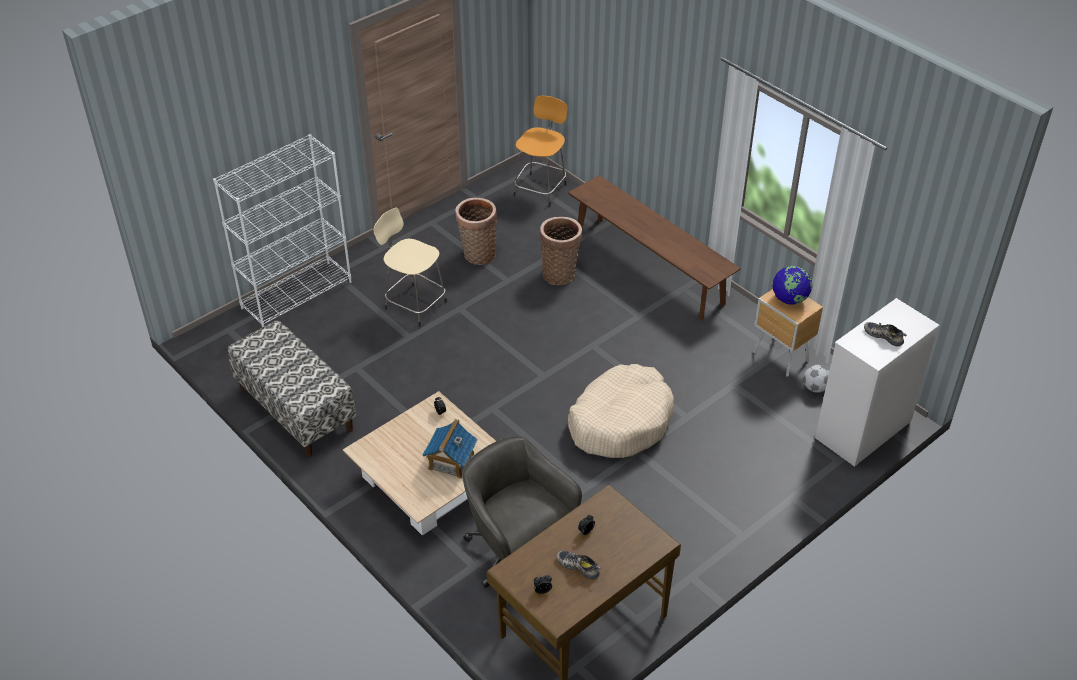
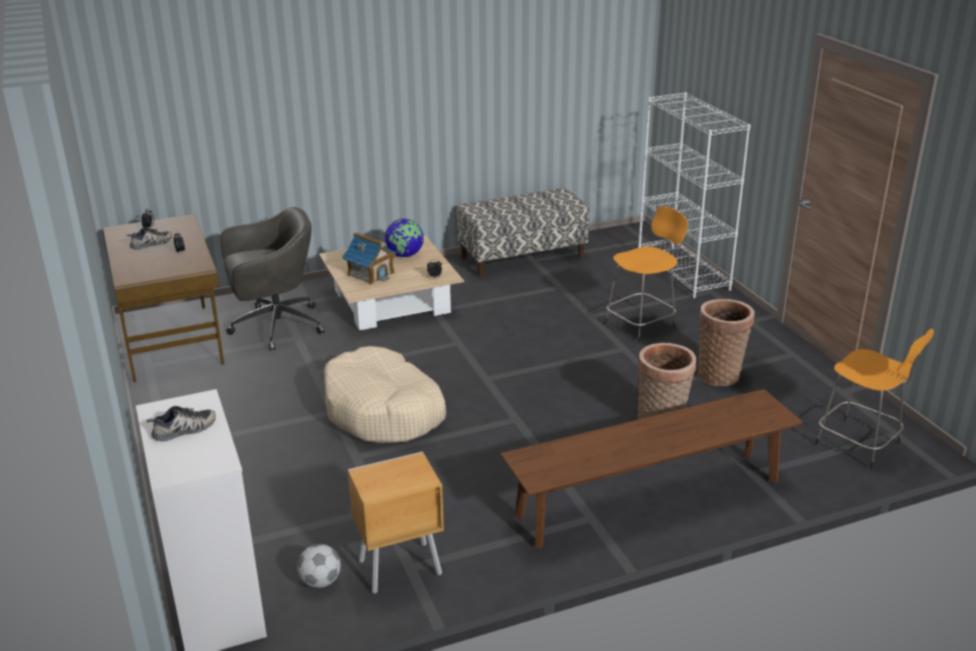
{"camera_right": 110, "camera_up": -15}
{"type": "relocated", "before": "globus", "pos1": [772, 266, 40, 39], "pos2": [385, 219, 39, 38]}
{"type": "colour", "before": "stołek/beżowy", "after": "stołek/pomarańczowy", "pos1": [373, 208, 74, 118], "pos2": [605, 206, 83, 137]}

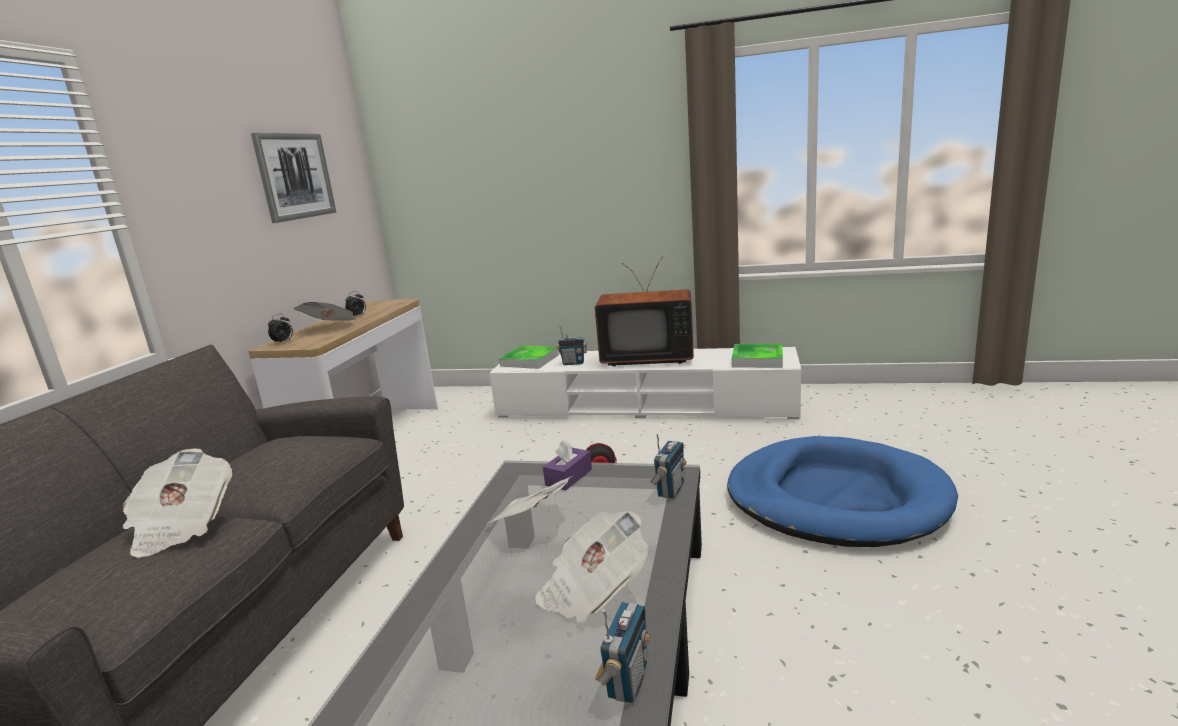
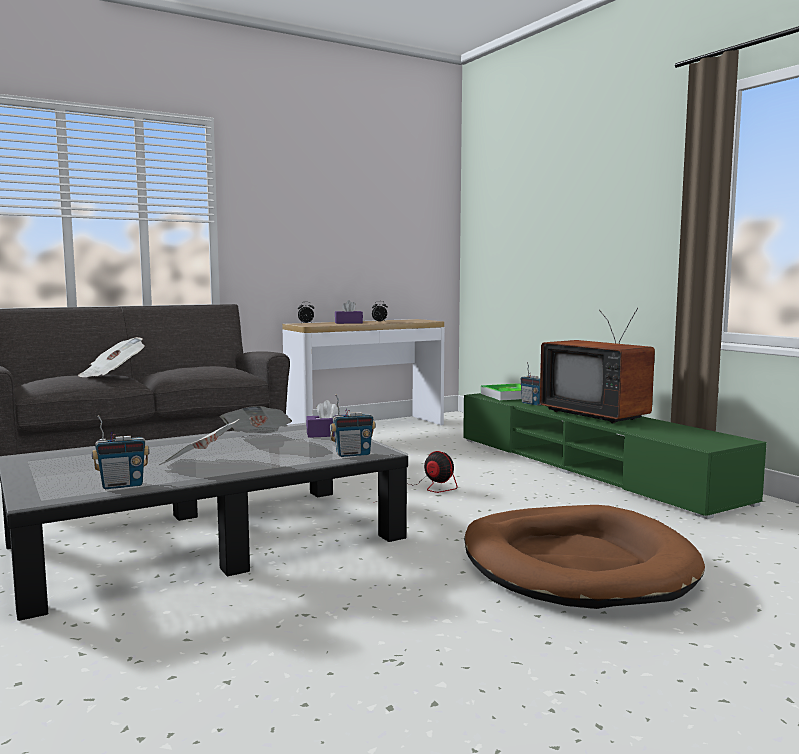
{"camera_right": 45, "camera_up": -10}
{"type": "missing", "before": "obraz", "pos1": [251, 133, 85, 90]}
{"type": "missing", "before": "taca", "pos1": [731, 344, 52, 24]}
{"type": "exchanged", "before": "gazeta", "after": "pudełko chusteczek/fioletowy", "pos1": [294, 302, 62, 19], "pos2": [335, 300, 28, 24]}
{"type": "colour", "before": "szafka pod telewizor/biały", "after": "szafka pod telewizor/zielony", "pos1": [489, 347, 312, 72], "pos2": [463, 393, 304, 126]}
{"type": "colour", "before": "legowisko/niebieski", "after": "legowisko/brązowy", "pos1": [727, 436, 231, 111], "pos2": [464, 505, 241, 104]}

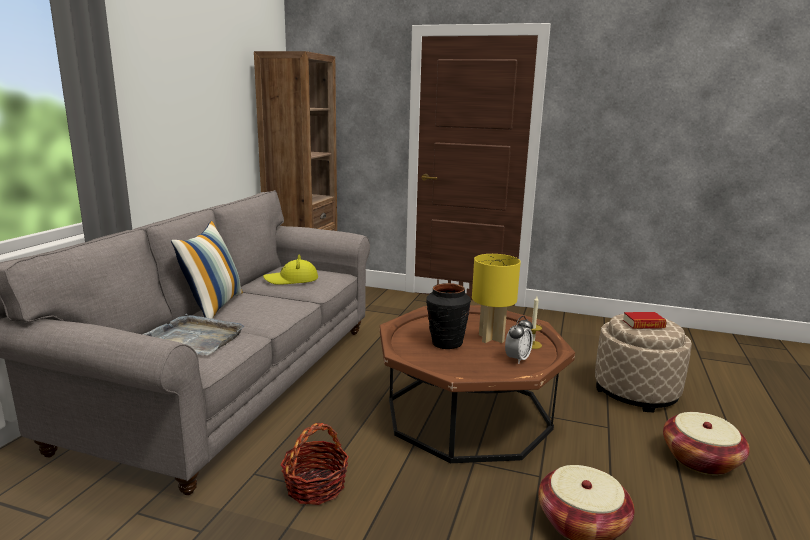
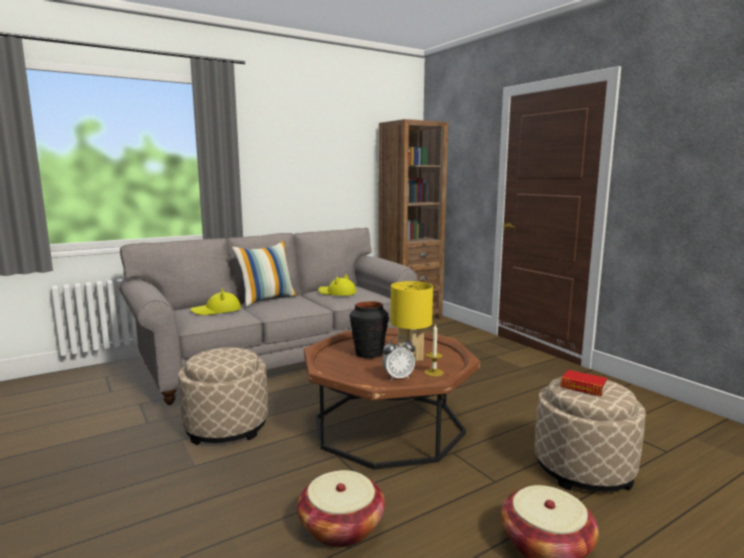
{"camera_right": 40, "camera_up": -5}
{"type": "exchanged", "before": "taca/szary", "after": "kapelusz/żółty", "pos1": [143, 314, 101, 41], "pos2": [190, 288, 51, 27]}
{"type": "exchanged", "before": "koszyk", "after": "pufa/beżowy", "pos1": [280, 423, 69, 82], "pos2": [178, 347, 90, 98]}

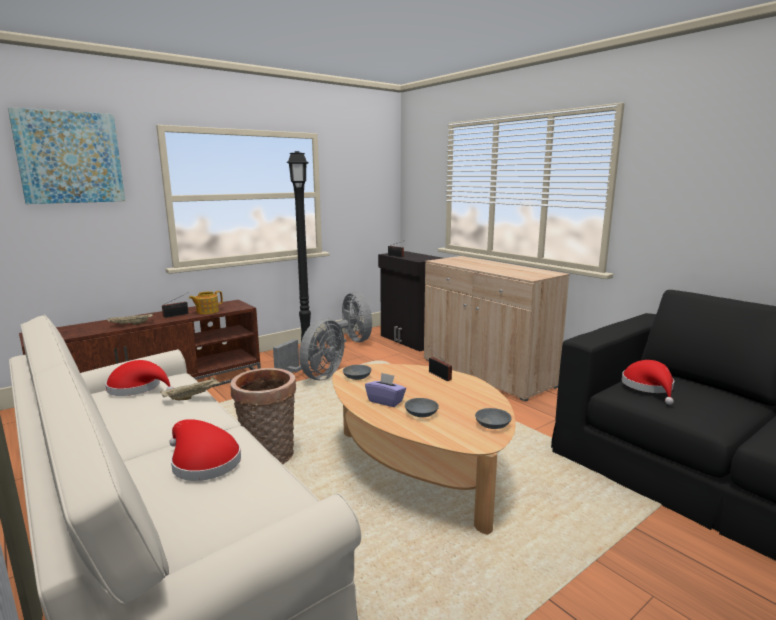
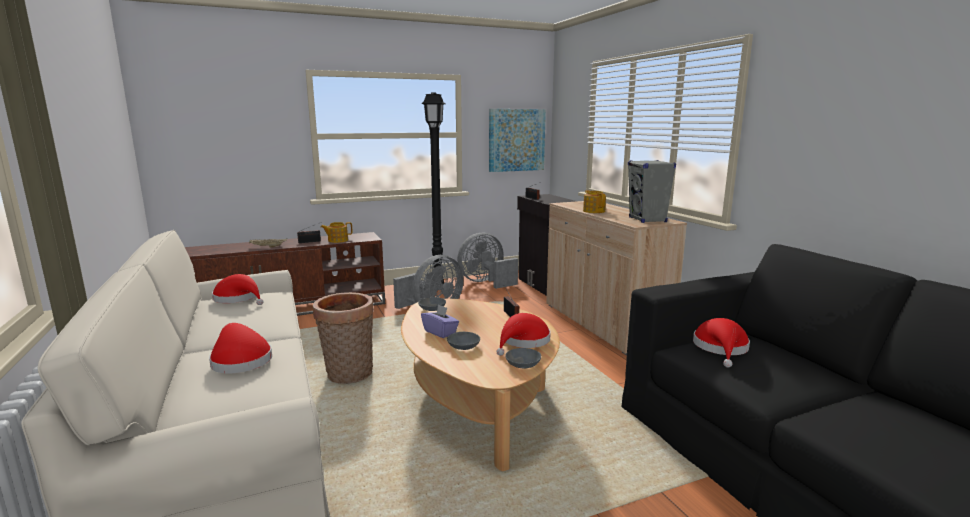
{"camera_right": 15, "camera_up": 0}
{"type": "missing", "before": "taca/beżowy", "pos1": [160, 377, 62, 23]}
{"type": "appeared", "after": "kapelusz/czerwony", "pos2": [496, 313, 55, 43]}
{"type": "appeared", "after": "imbryk", "pos2": [583, 190, 23, 23]}
{"type": "appeared", "after": "głośnik/szary", "pos2": [628, 160, 48, 63]}
{"type": "relocated", "before": "obraz", "pos1": [8, 107, 117, 97], "pos2": [489, 109, 57, 63]}
{"type": "spun", "before": "wentylator/szary", "pos1": [325, 292, 47, 55], "pos2": [458, 233, 60, 56], "turn": -105}

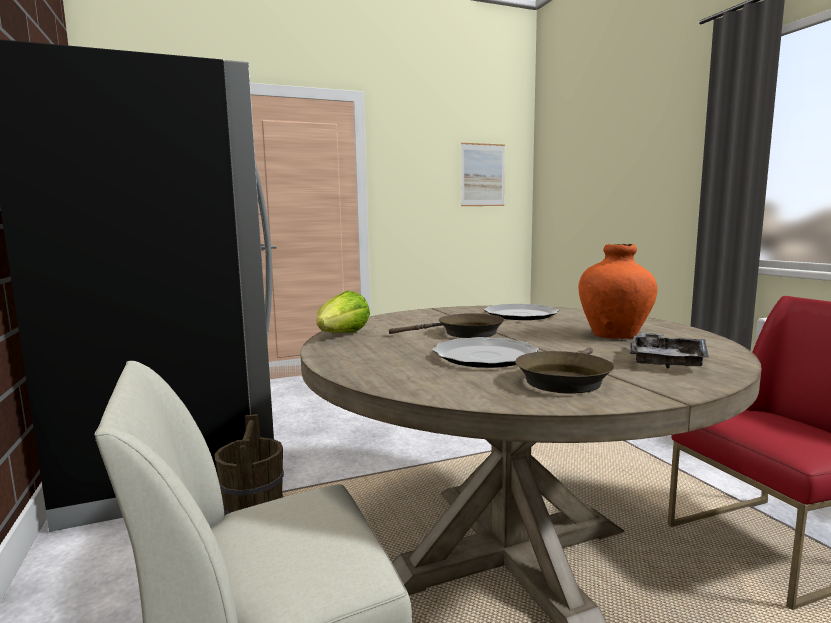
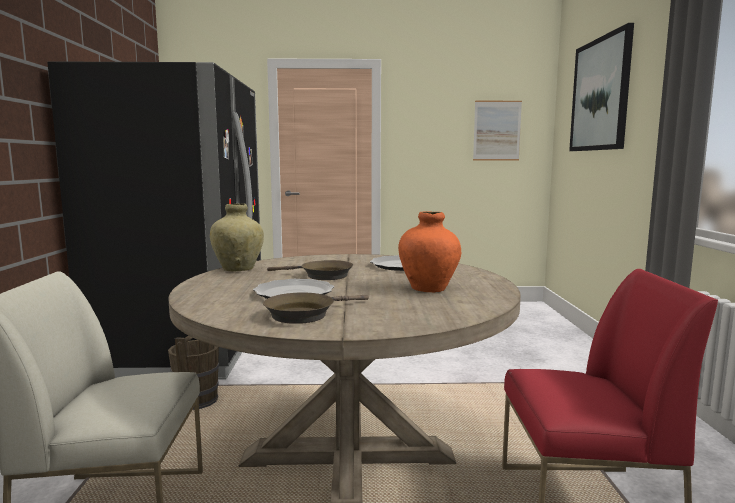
{"camera_right": 20, "camera_up": 0}
{"type": "missing", "before": "taca/szary", "pos1": [630, 332, 79, 36]}
{"type": "appeared", "after": "obraz", "pos2": [569, 23, 65, 128]}
{"type": "exchanged", "before": "sałata", "after": "wazon/beżowy", "pos1": [317, 291, 53, 42], "pos2": [210, 203, 54, 68]}

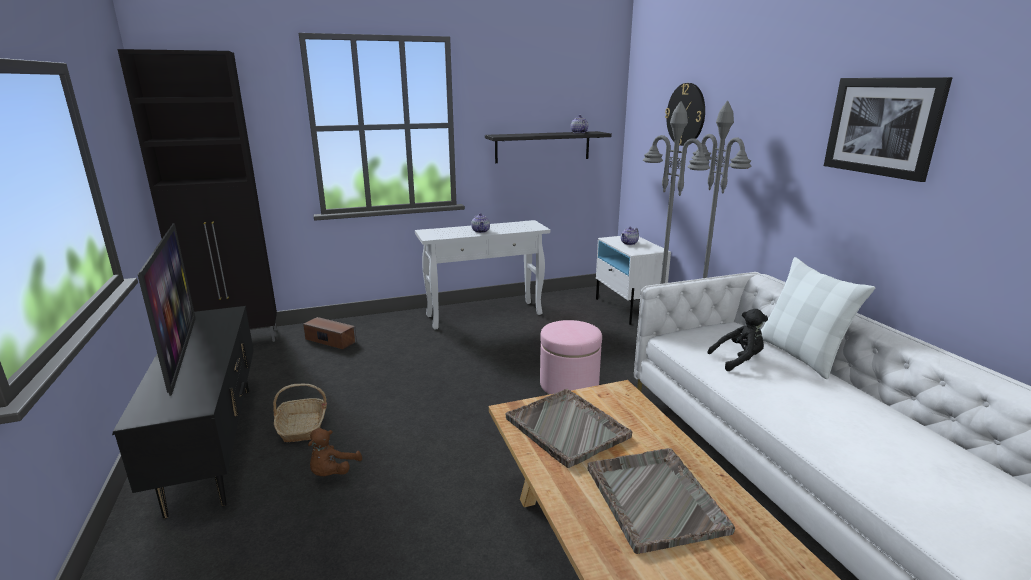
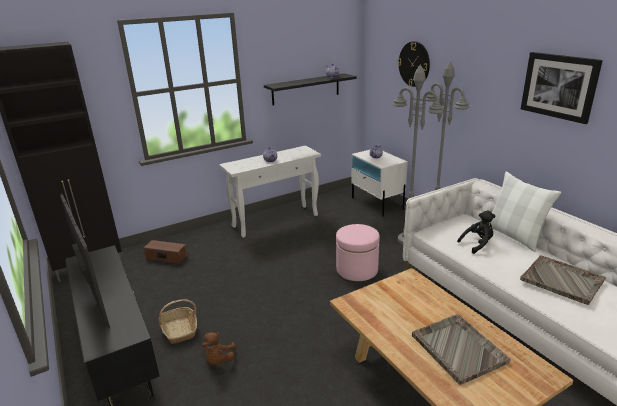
{"camera_right": -10, "camera_up": 5}
{"type": "relocated", "before": "taca/szary", "pos1": [506, 389, 126, 79], "pos2": [520, 255, 86, 50]}

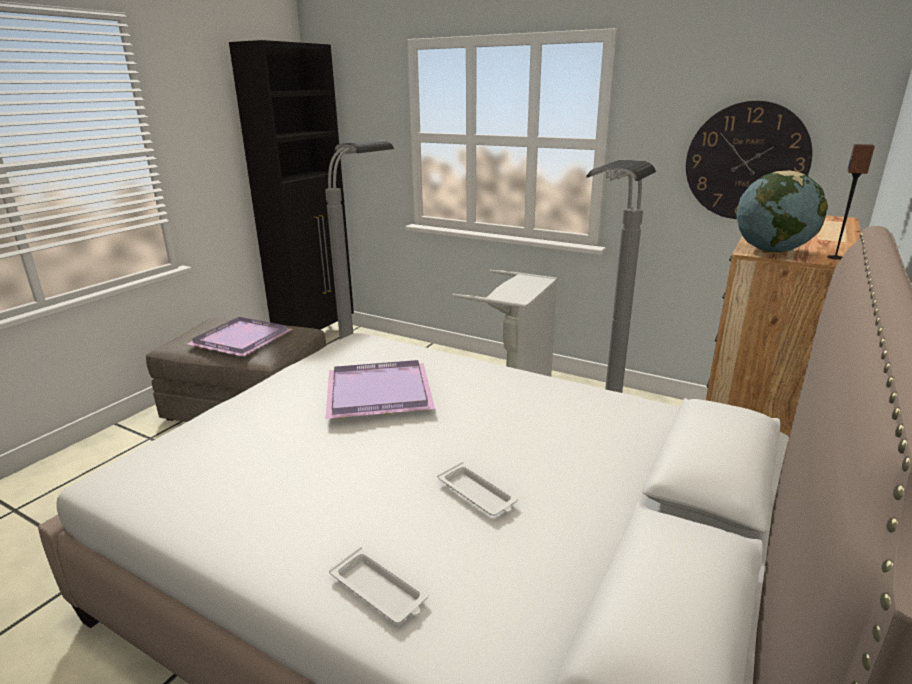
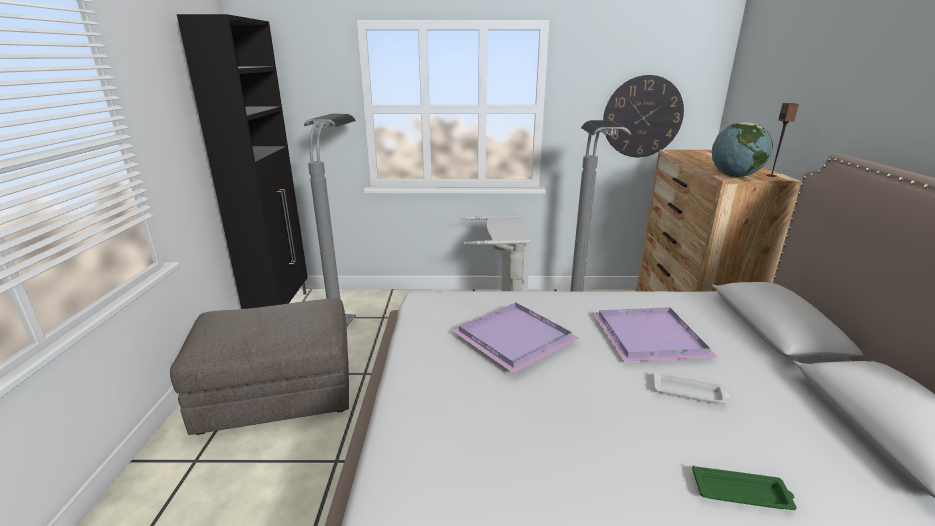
{"camera_right": -30, "camera_up": 0}
{"type": "relocated", "before": "taca/fioletowy", "pos1": [187, 317, 106, 39], "pos2": [592, 307, 125, 55]}
{"type": "colour", "before": "taca/biały", "after": "taca/zielony", "pos1": [329, 547, 99, 77], "pos2": [692, 466, 105, 44]}

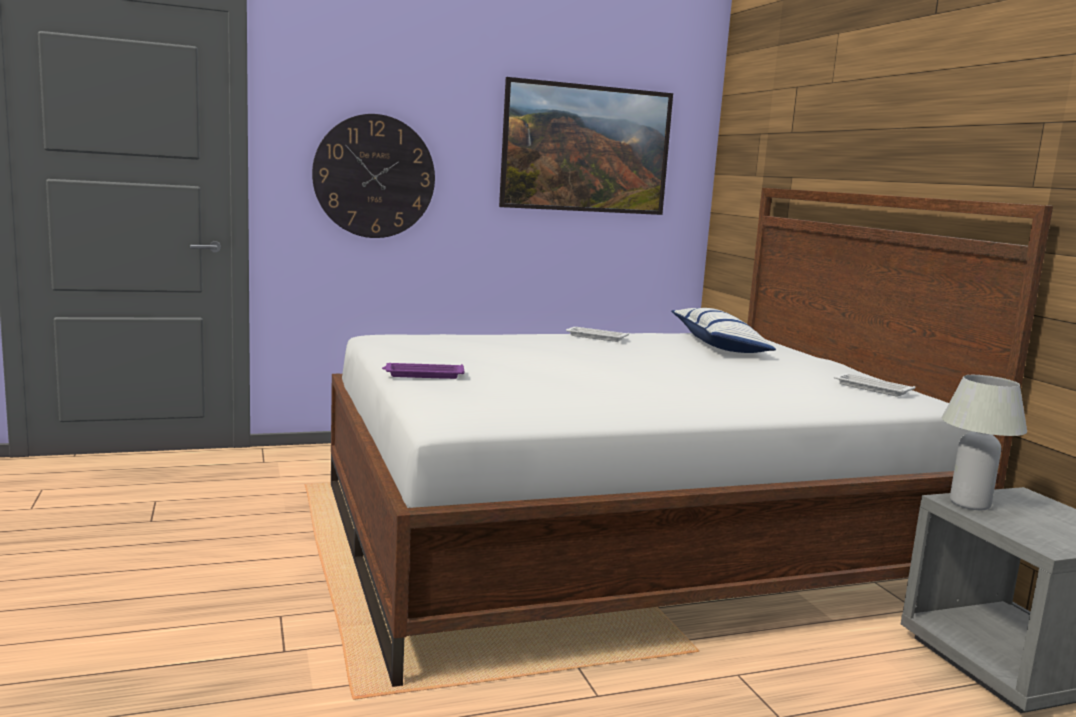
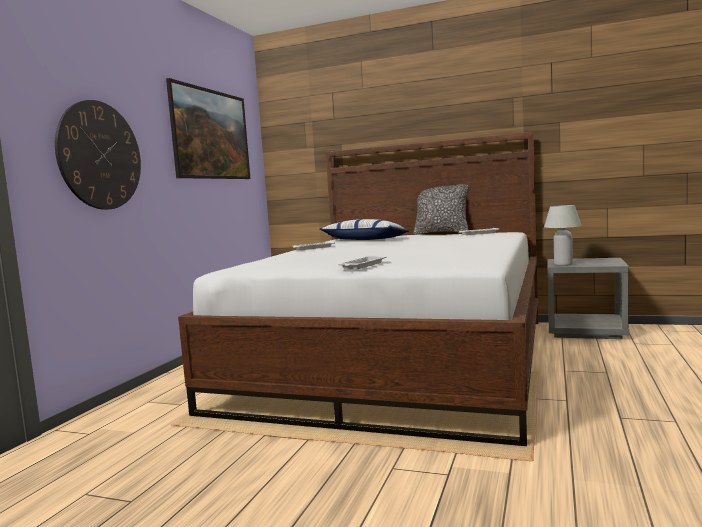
{"camera_right": -50, "camera_up": -5}
{"type": "appeared", "after": "poduszka", "pos2": [413, 184, 56, 51]}
{"type": "colour", "before": "taca/fioletowy", "after": "taca/biały", "pos1": [382, 363, 83, 16], "pos2": [338, 256, 48, 13]}

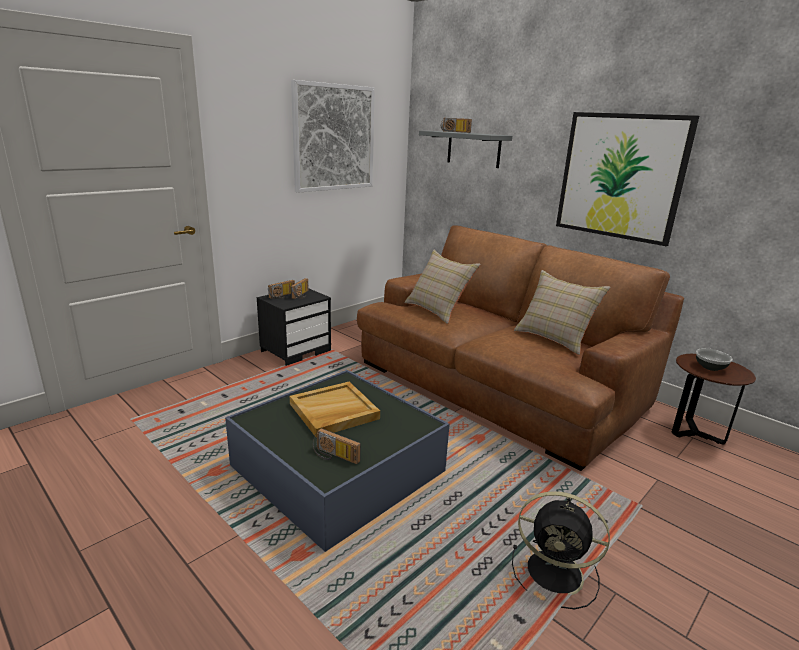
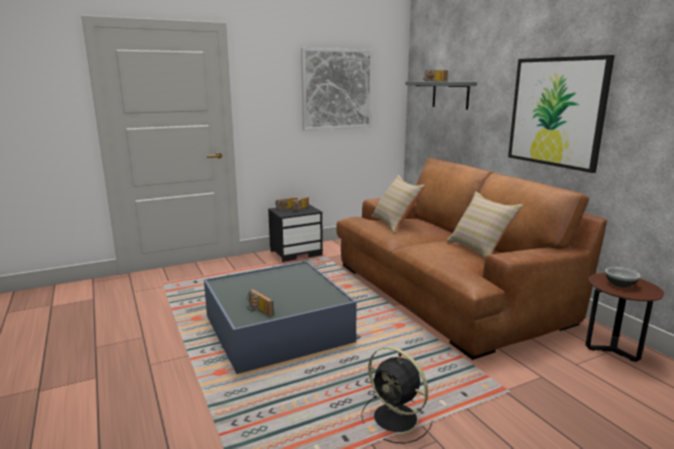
{"camera_right": 20, "camera_up": -5}
{"type": "missing", "before": "taca/beżowy", "pos1": [290, 382, 90, 56]}

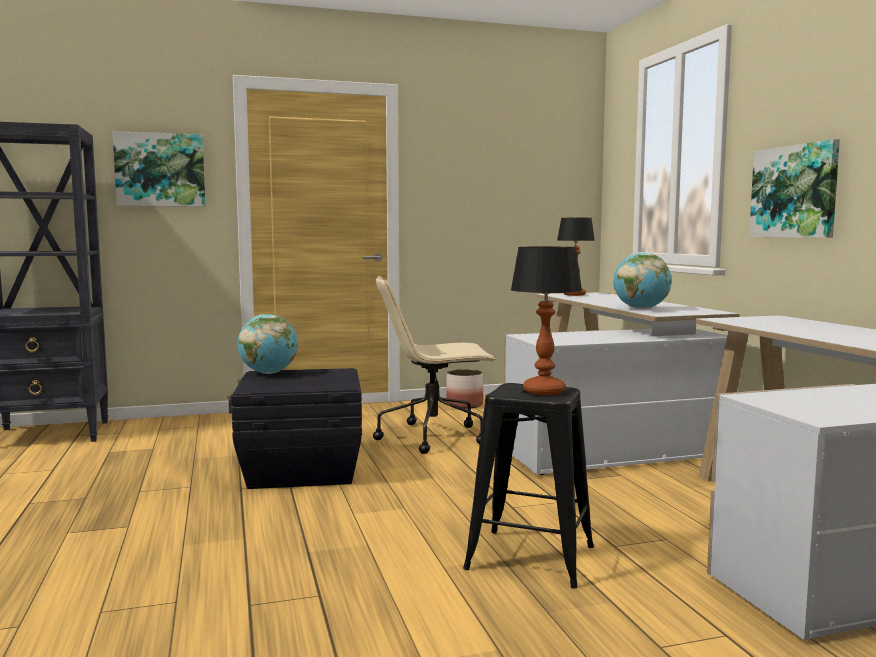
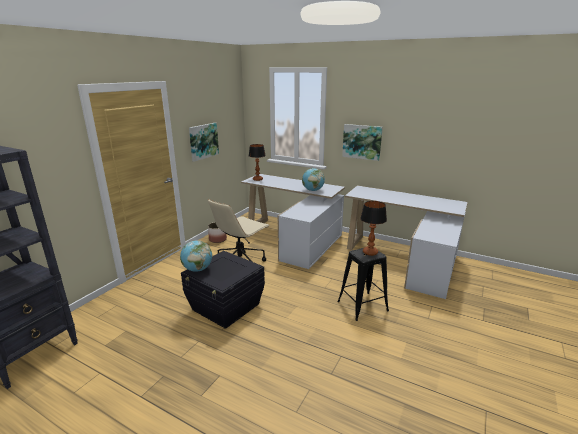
{"camera_right": -45, "camera_up": 15}
{"type": "relocated", "before": "obraz", "pos1": [113, 131, 92, 76], "pos2": [189, 123, 30, 39]}

